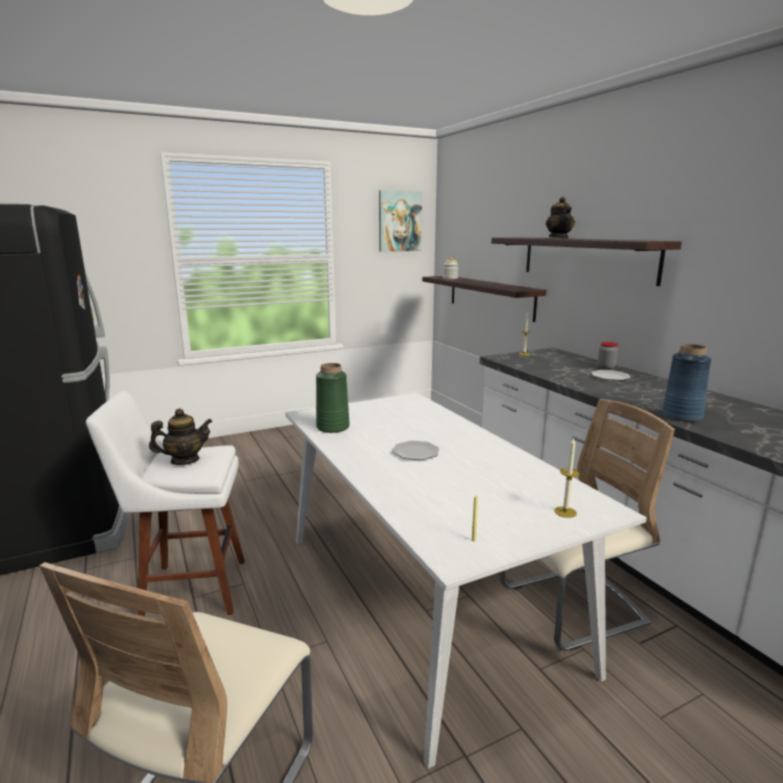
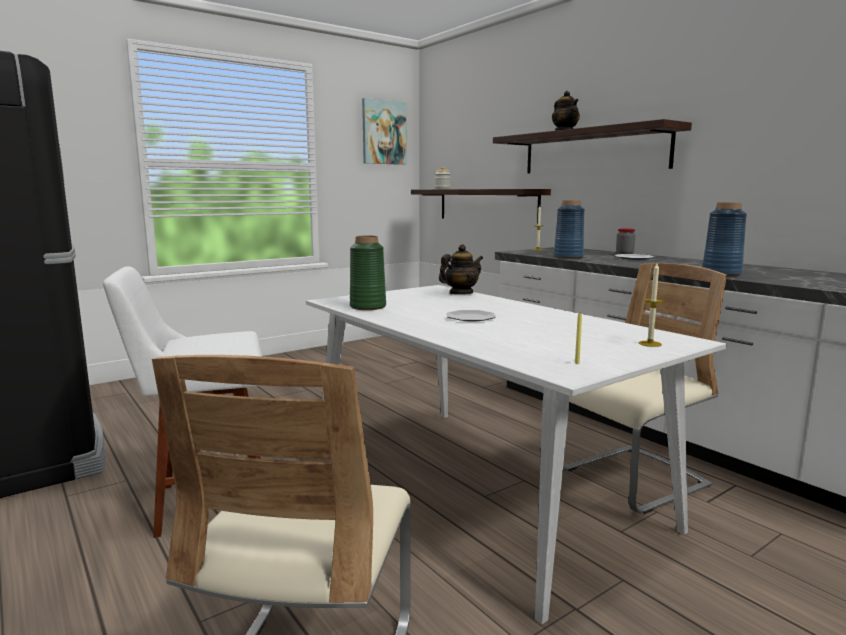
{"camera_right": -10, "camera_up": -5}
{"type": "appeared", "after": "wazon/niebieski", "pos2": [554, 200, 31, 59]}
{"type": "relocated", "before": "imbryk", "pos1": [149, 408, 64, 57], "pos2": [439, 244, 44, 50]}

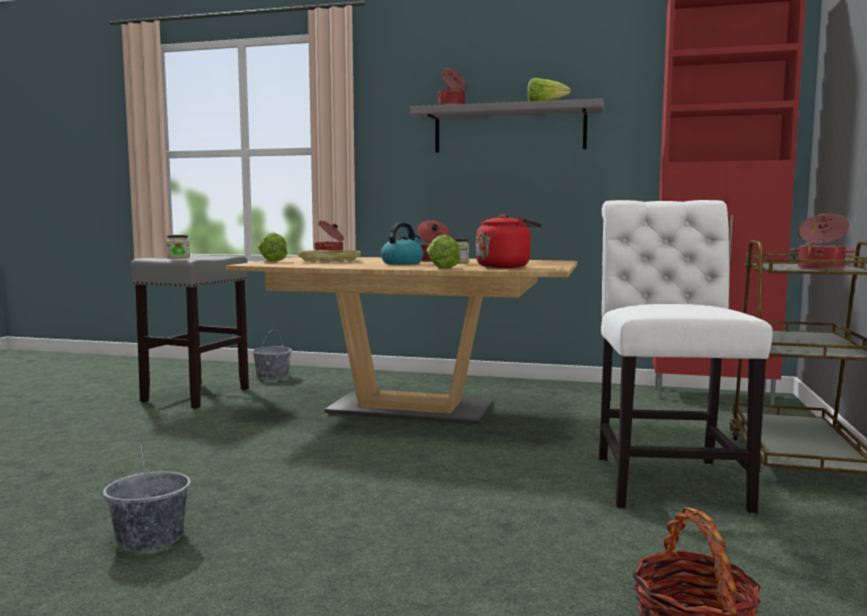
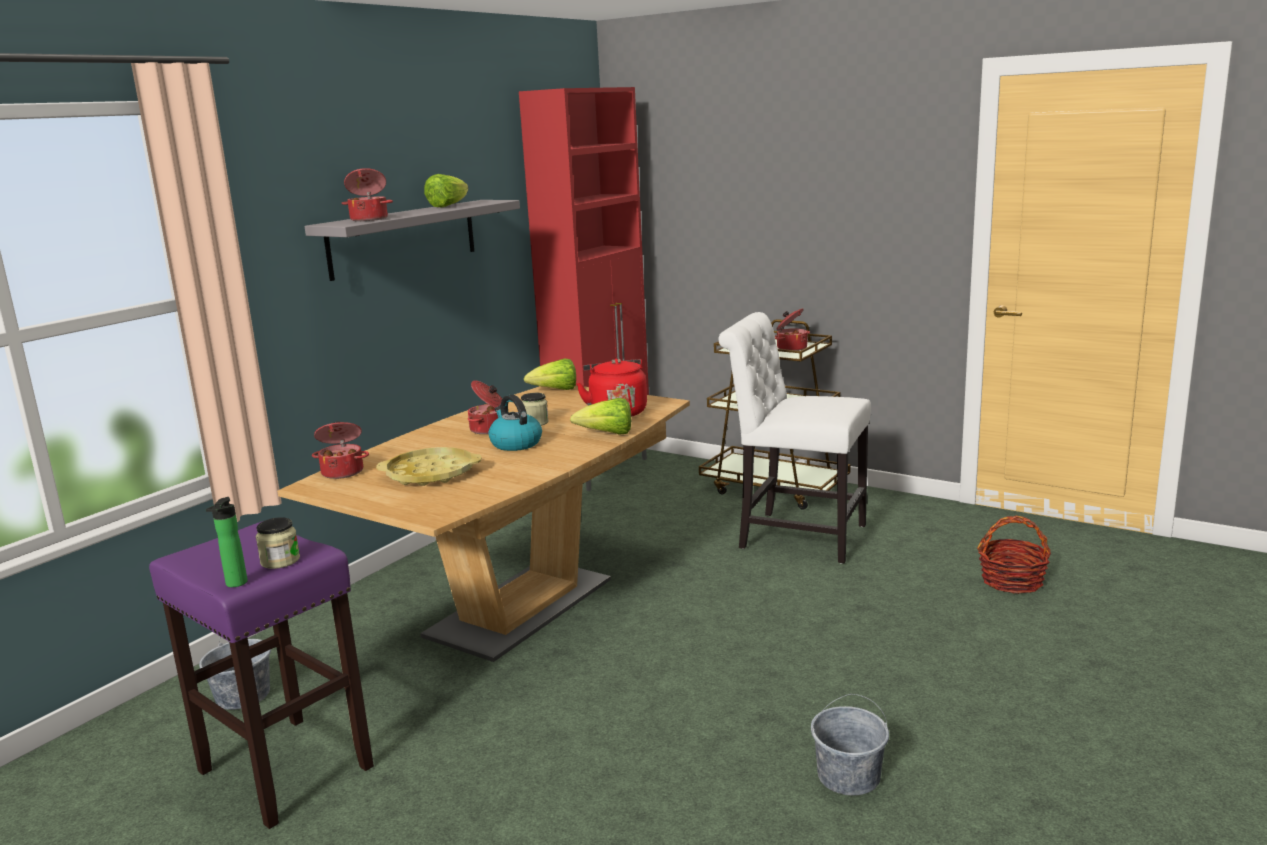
{"camera_right": -70, "camera_up": 10}
{"type": "appeared", "after": "butelka", "pos2": [206, 497, 42, 90]}
{"type": "relocated", "before": "sałata", "pos1": [258, 232, 29, 30], "pos2": [524, 358, 52, 32]}
{"type": "colour", "before": "stołek/szary", "after": "stołek/fioletowy", "pos1": [130, 255, 119, 153], "pos2": [149, 521, 225, 308]}

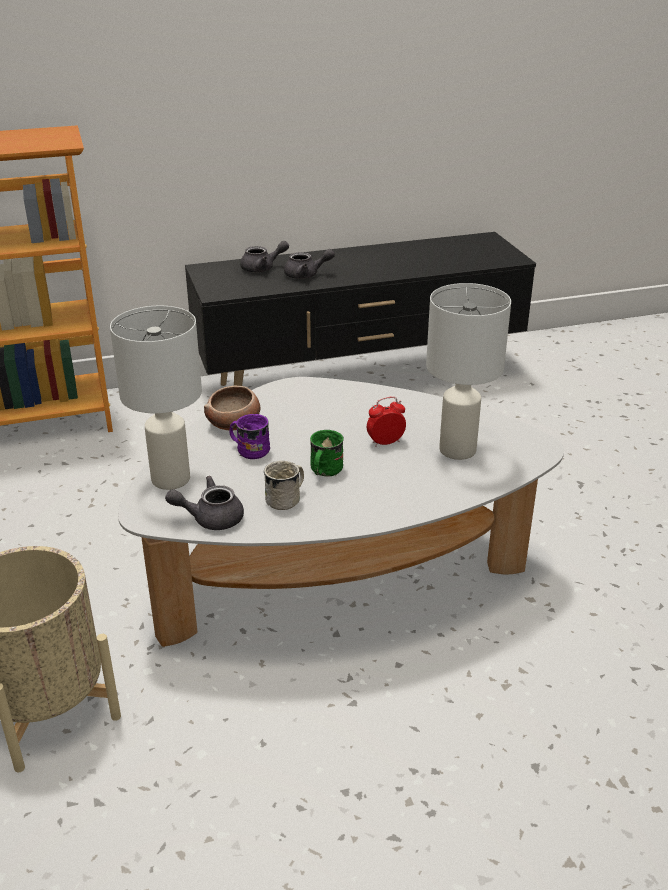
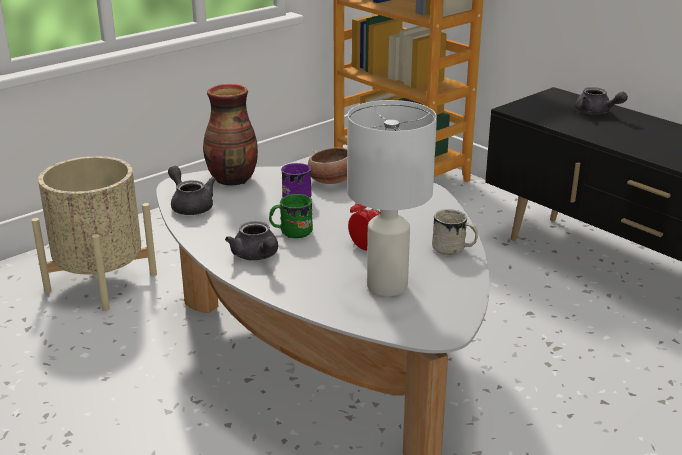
{"camera_right": 65, "camera_up": -5}
{"type": "relocated", "before": "kubek/biały", "pos1": [264, 461, 40, 49], "pos2": [432, 209, 46, 46]}
{"type": "relocated", "before": "imbryk/szary", "pos1": [284, 249, 51, 30], "pos2": [225, 221, 53, 39]}
{"type": "exchanged", "before": "lampa stołowa/biały", "after": "wazon", "pos1": [110, 306, 92, 184], "pos2": [203, 84, 55, 101]}

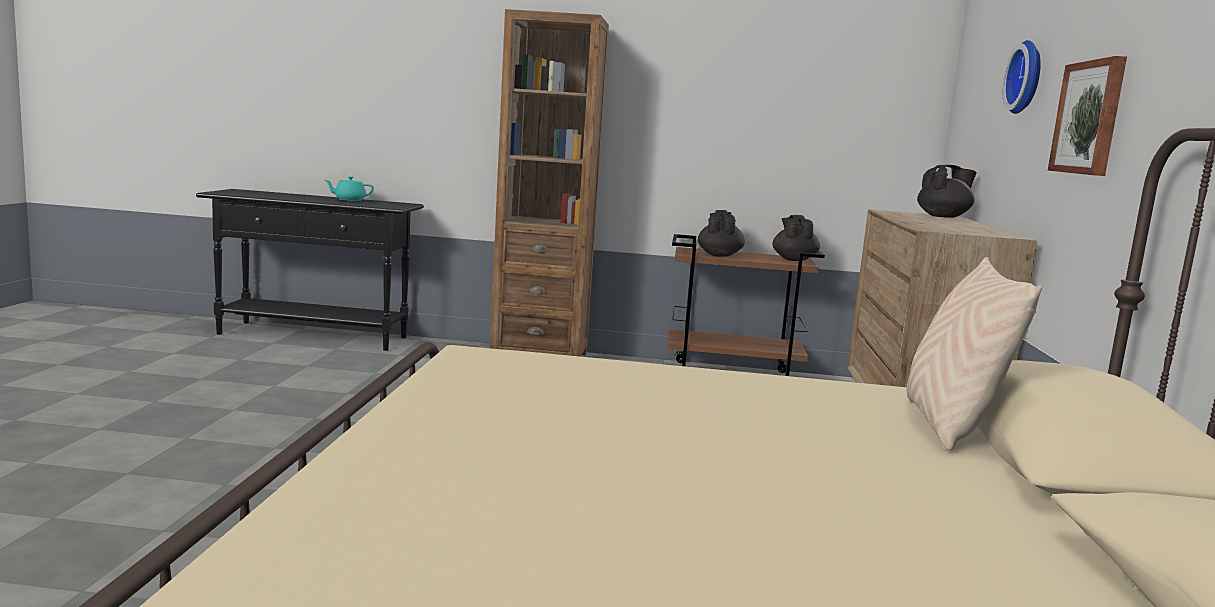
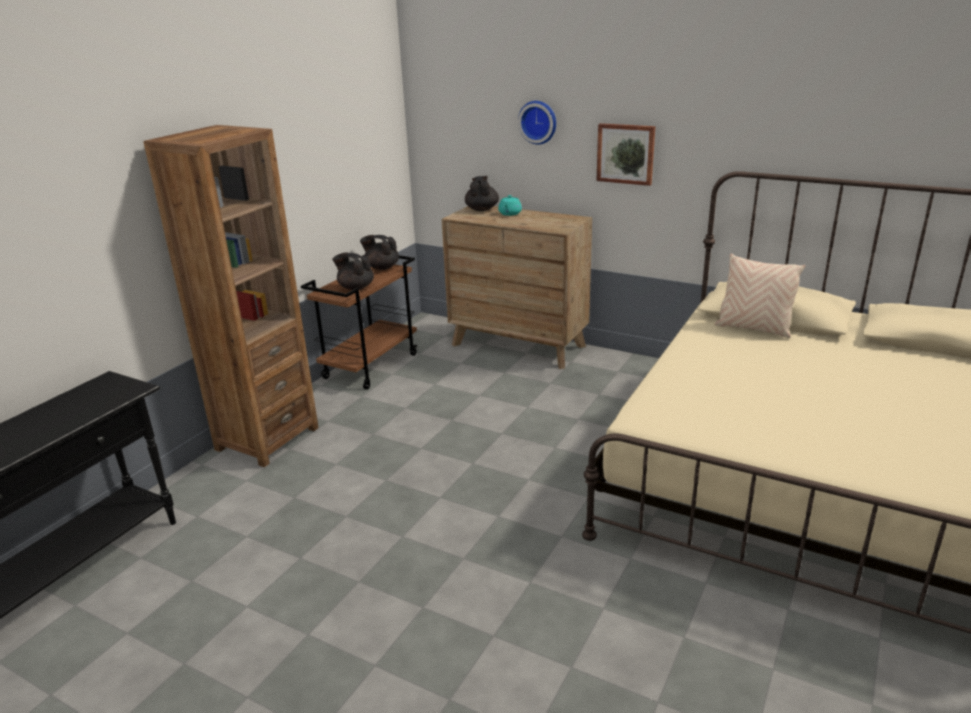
{"camera_right": -65, "camera_up": 15}
{"type": "relocated", "before": "imbryk/turkusowy", "pos1": [325, 176, 49, 25], "pos2": [498, 195, 24, 21]}

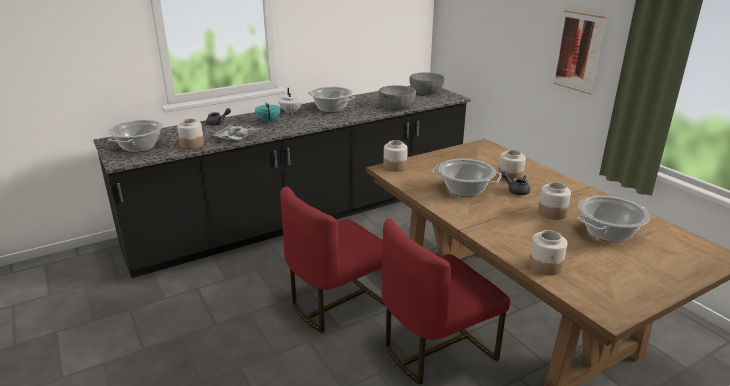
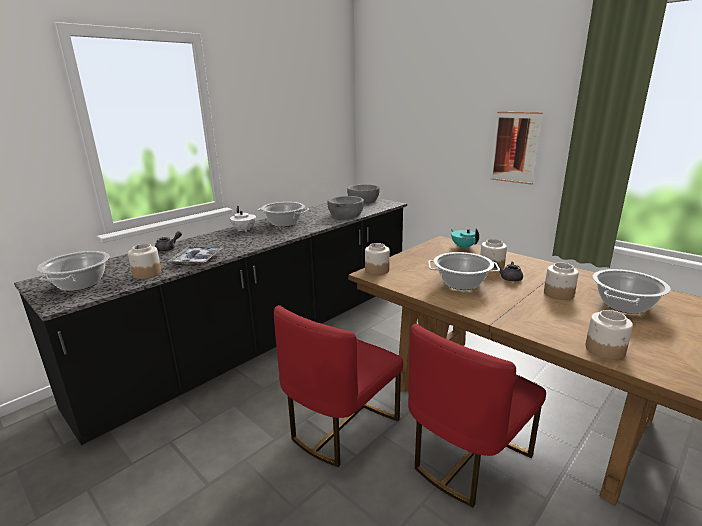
{"camera_right": -15, "camera_up": -5}
{"type": "relocated", "before": "imbryk/turkusowy", "pos1": [255, 103, 26, 19], "pos2": [451, 228, 28, 21]}

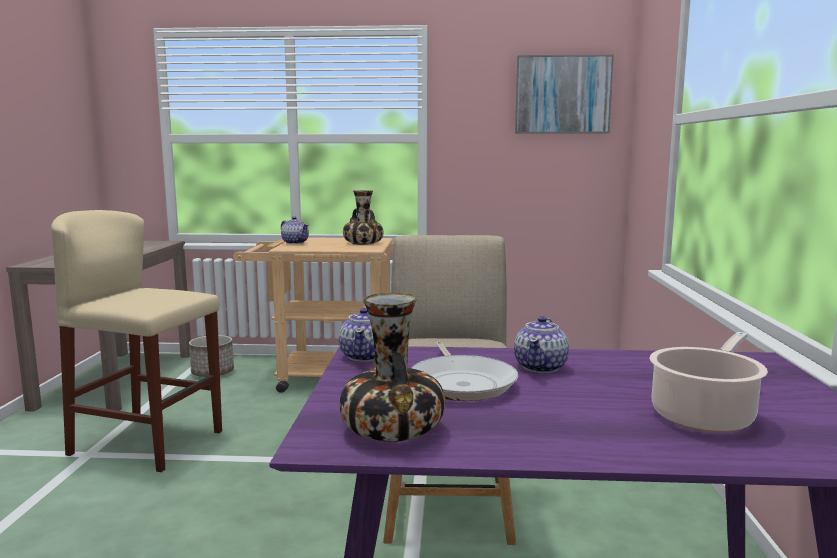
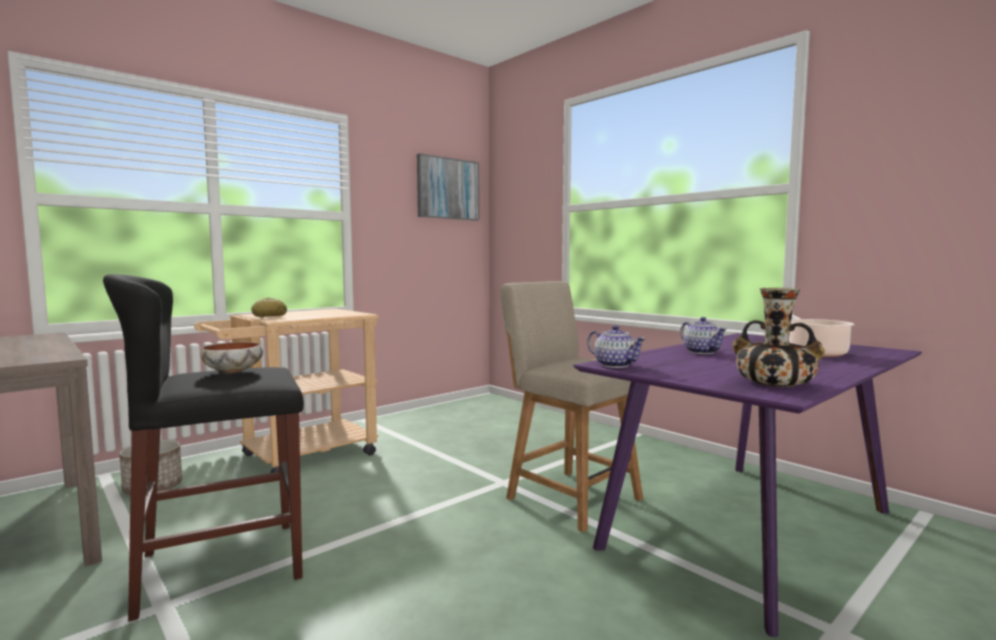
{"camera_right": -45, "camera_up": -5}
{"type": "missing", "before": "wazon", "pos1": [343, 190, 40, 55]}
{"type": "missing", "before": "patelnia", "pos1": [411, 342, 107, 59]}
{"type": "appeared", "after": "miska", "pos2": [200, 342, 63, 31]}
{"type": "exchanged", "before": "imbryk", "after": "chleb", "pos1": [281, 216, 28, 28], "pos2": [251, 298, 36, 19]}
{"type": "colour", "before": "stołek/beżowy", "after": "stołek/czarny", "pos1": [51, 210, 171, 262], "pos2": [103, 274, 201, 347]}

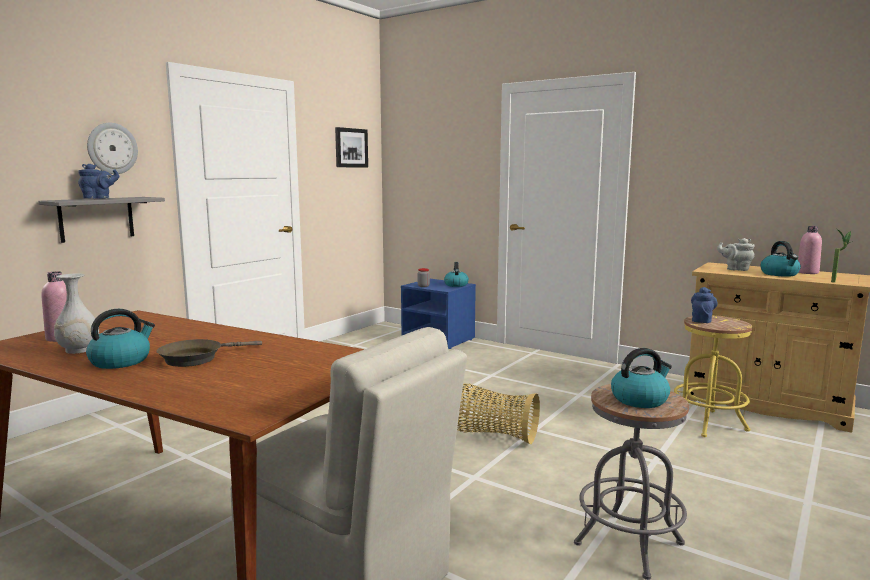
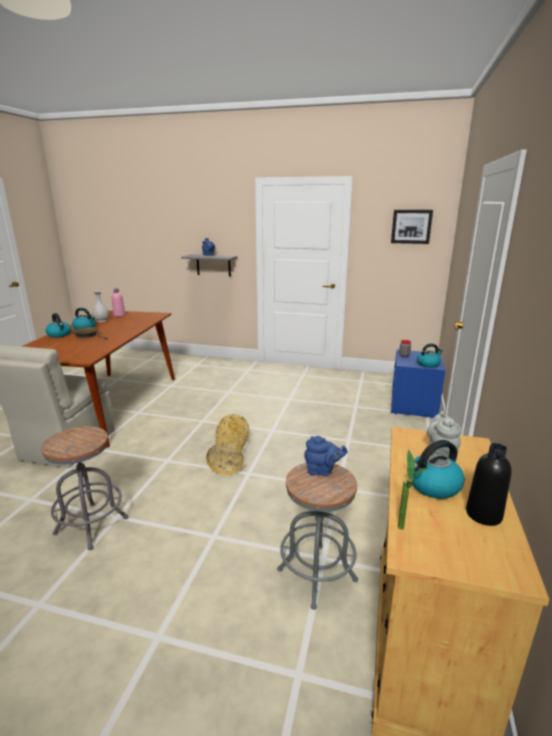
{"camera_right": 70, "camera_up": 10}
{"type": "missing", "before": "zegar ścienny", "pos1": [87, 123, 51, 51]}
{"type": "relocated", "before": "czajnik", "pos1": [611, 348, 61, 60], "pos2": [45, 313, 26, 25]}
{"type": "colour", "before": "stołek/żółty", "after": "stołek/szary", "pos1": [674, 316, 78, 121], "pos2": [277, 463, 81, 147]}
{"type": "colour", "before": "butelka/różowy", "after": "butelka/czarny", "pos1": [798, 226, 24, 48], "pos2": [466, 443, 46, 83]}

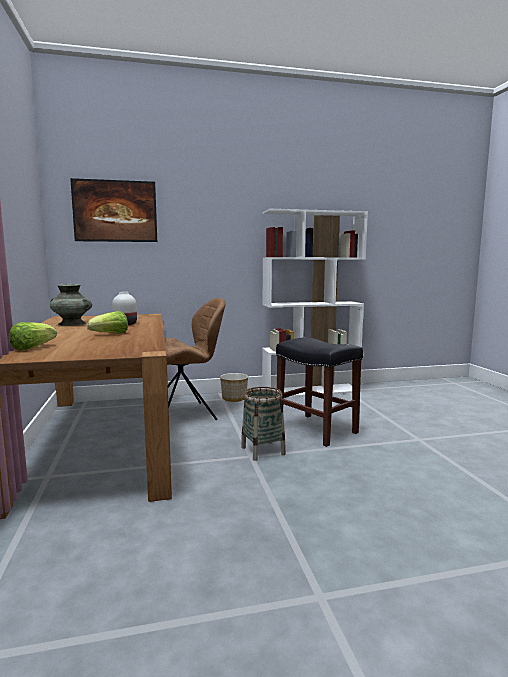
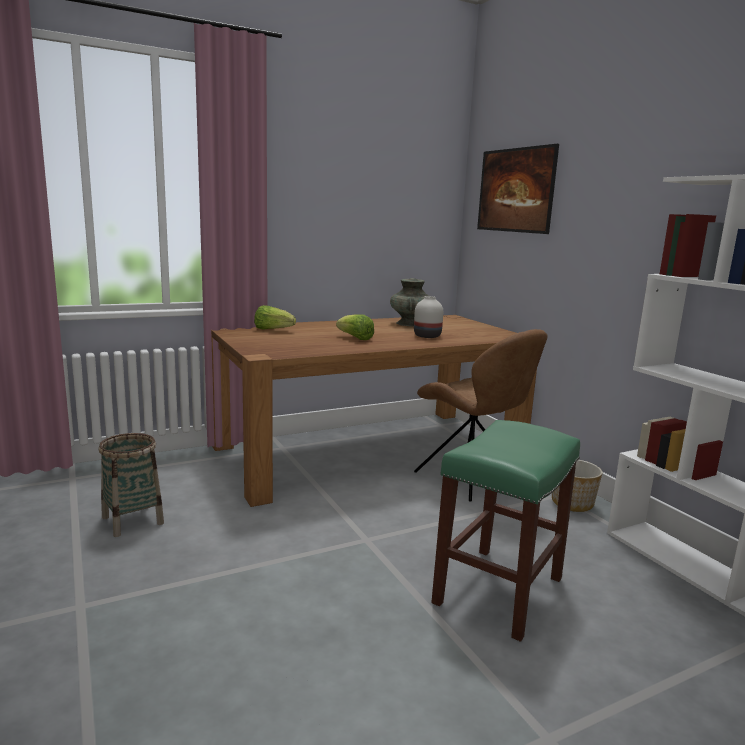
{"camera_right": 75, "camera_up": 5}
{"type": "relocated", "before": "koszyk", "pos1": [241, 387, 45, 74], "pos2": [99, 433, 65, 104]}
{"type": "colour", "before": "stołek/czarny", "after": "stołek/zielony", "pos1": [276, 337, 87, 110], "pos2": [431, 420, 149, 222]}

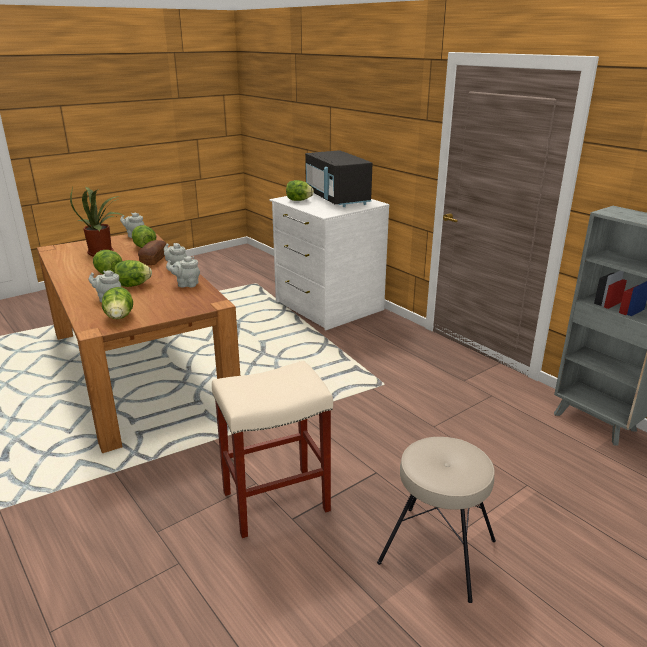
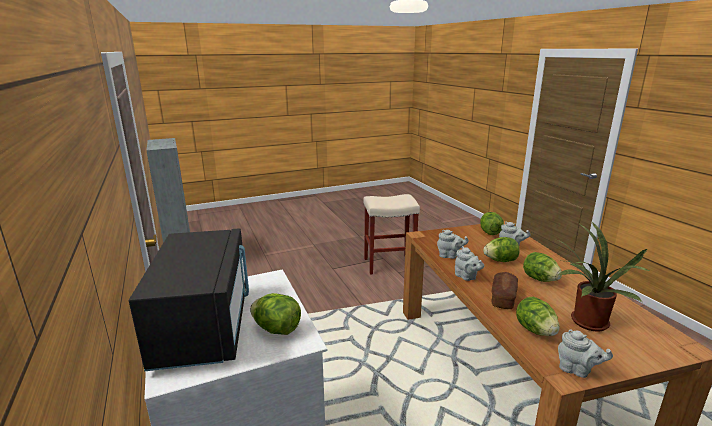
{"camera_right": -165, "camera_up": -5}
{"type": "missing", "before": "stołek/beżowy", "pos1": [377, 437, 119, 166]}

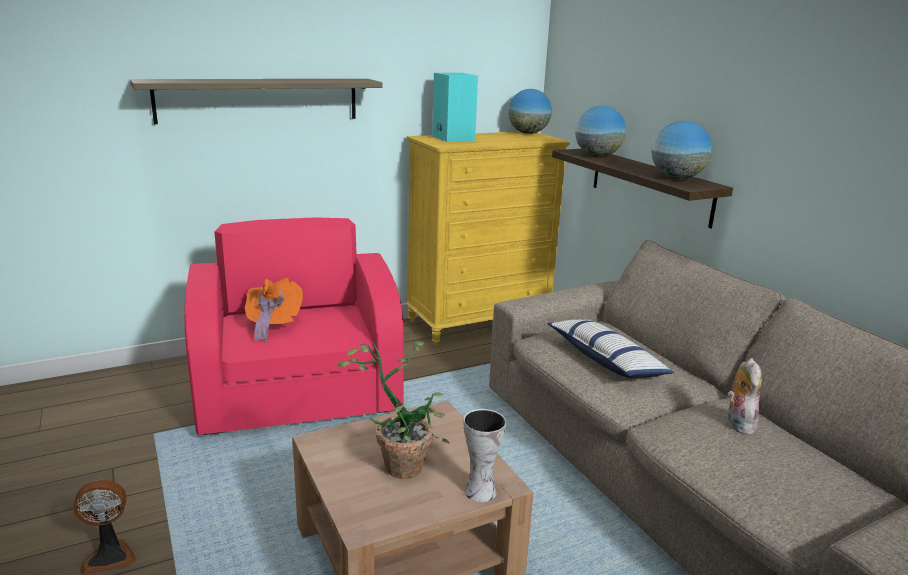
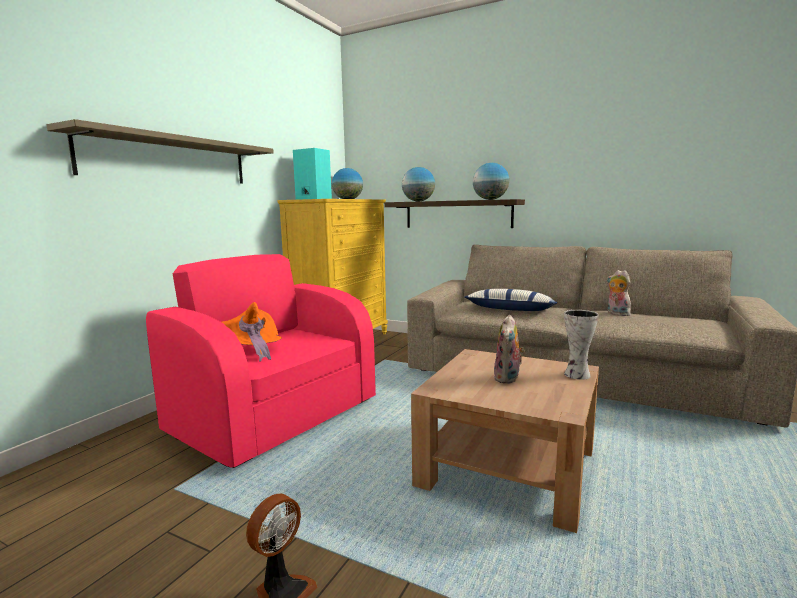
{"camera_right": -35, "camera_up": -10}
{"type": "exchanged", "before": "roślina doniczkowa", "after": "pluszak", "pos1": [337, 341, 113, 138], "pos2": [494, 314, 31, 70]}

